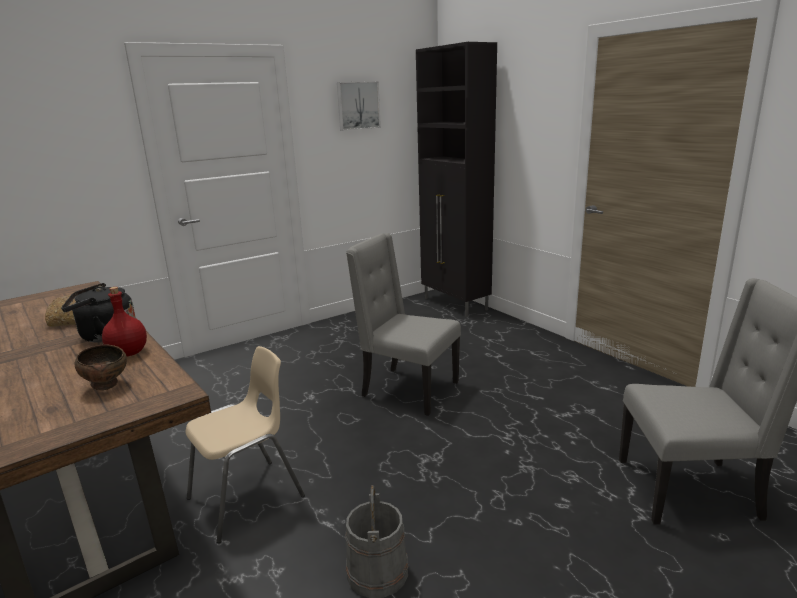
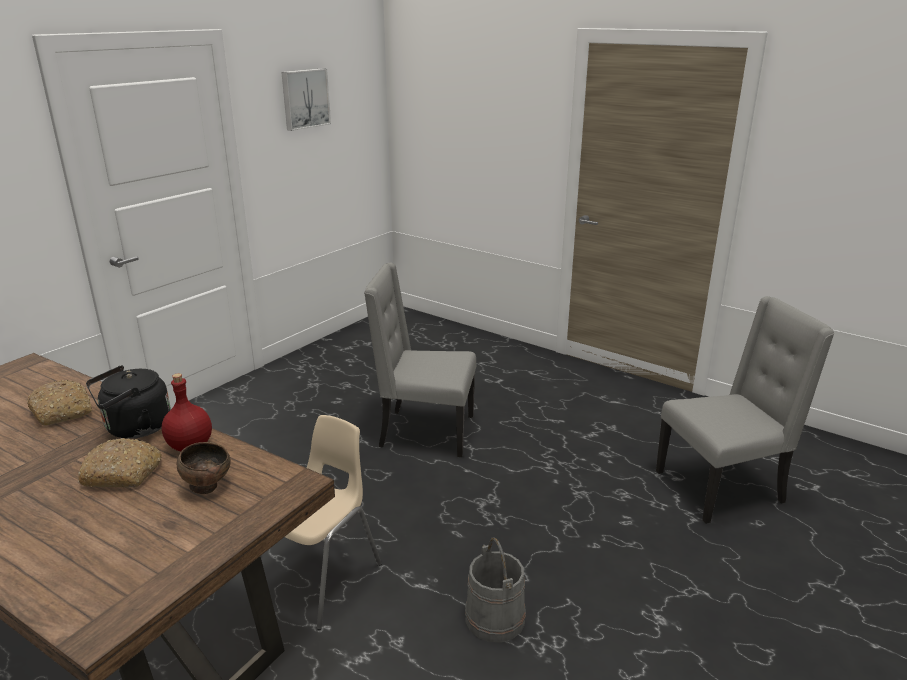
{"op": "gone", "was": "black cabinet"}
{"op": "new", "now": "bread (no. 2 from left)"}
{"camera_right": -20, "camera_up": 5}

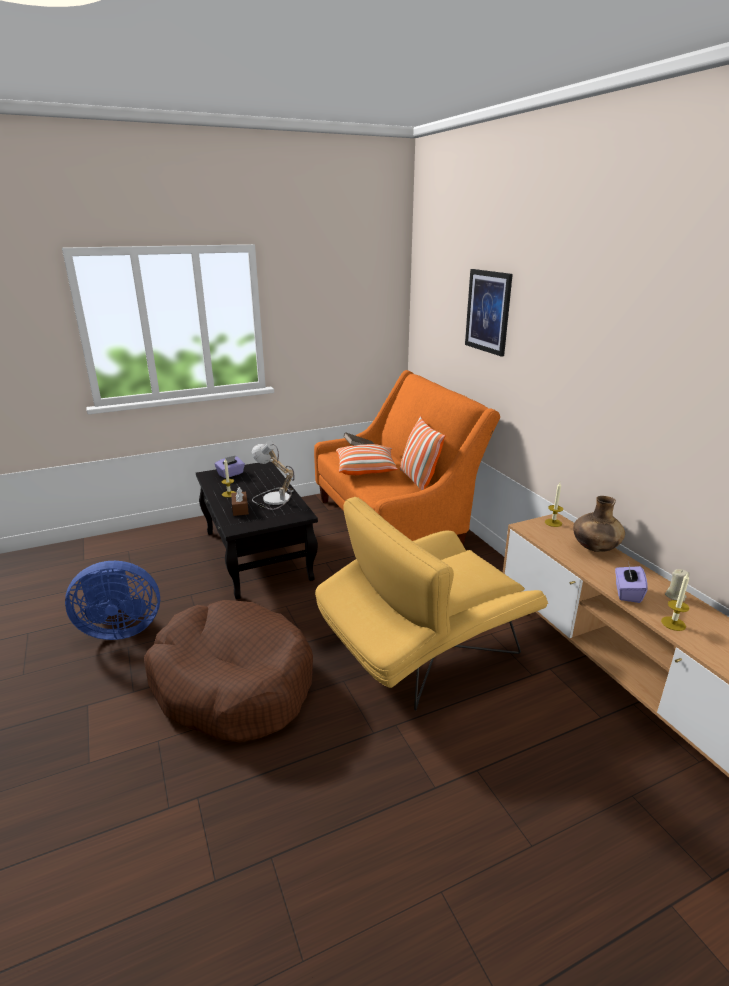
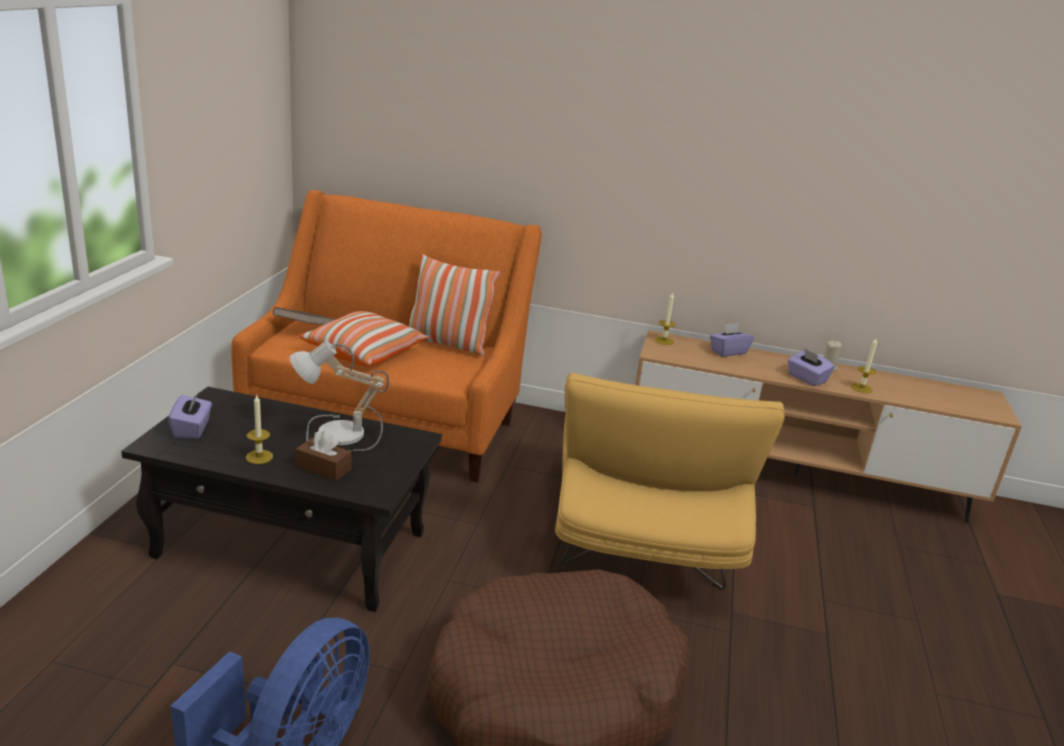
{"op": "gone", "was": "picture"}
{"op": "swapped", "was": "brown vase", "now": "purple tissue box (no. 2 from left)"}
{"camera_right": -55, "camera_up": 0}

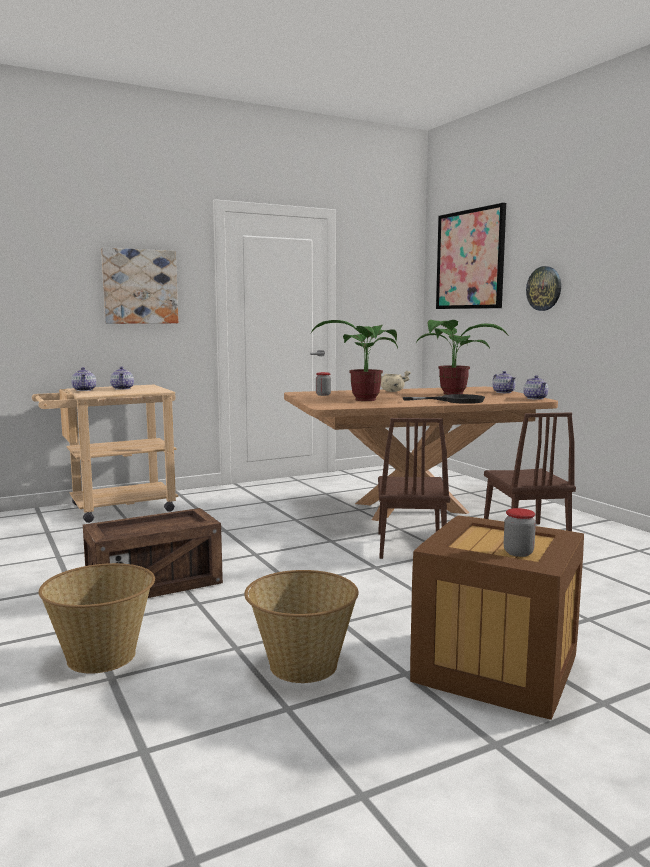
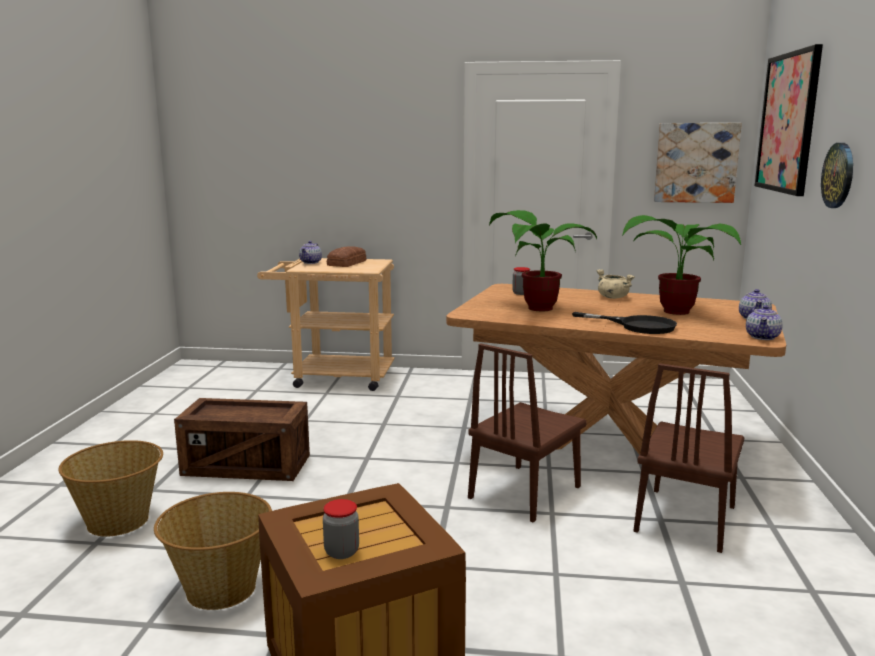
{"op": "shifted", "was": "picture (no. 1 from left)"}
{"op": "swapped", "was": "teapot (no. 2 from left)", "now": "bread"}
{"camera_right": 35, "camera_up": 5}

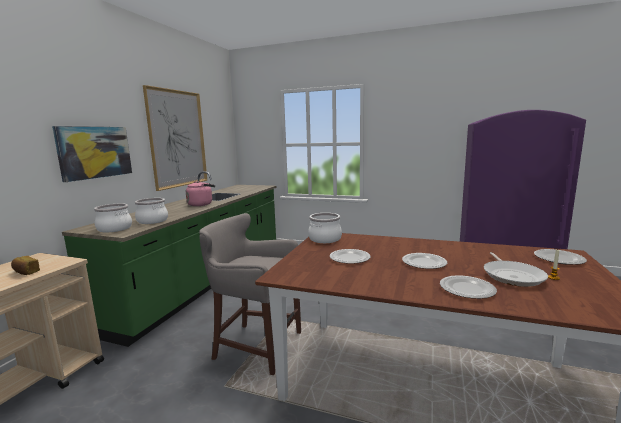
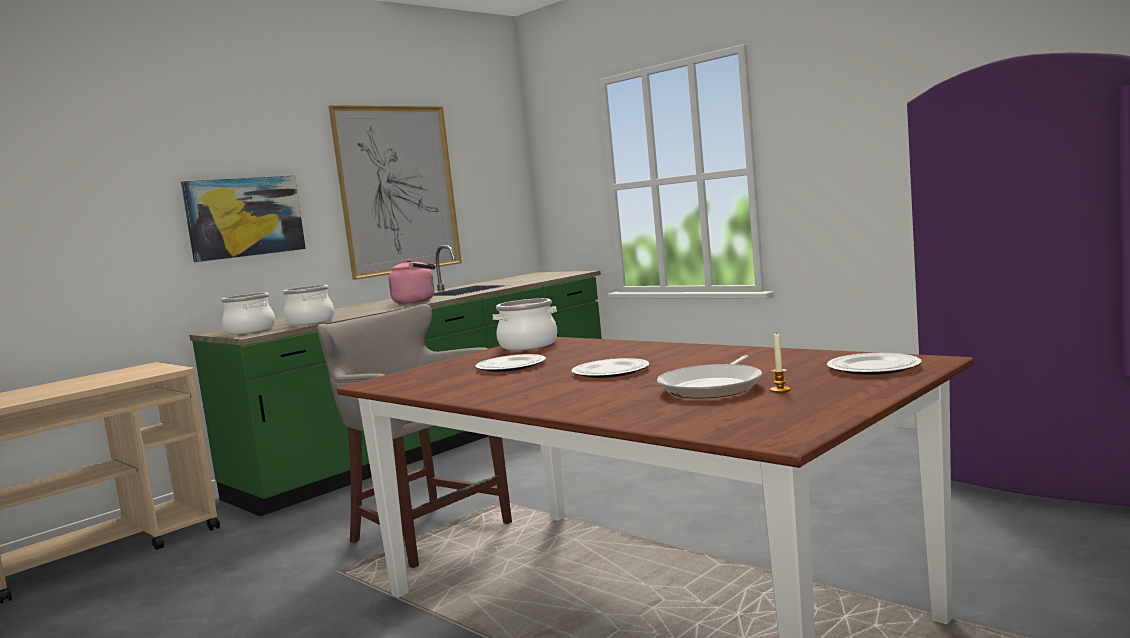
{"op": "gone", "was": "bread"}
{"op": "gone", "was": "plate (no. 3 from left)"}
{"camera_right": 25, "camera_up": -5}

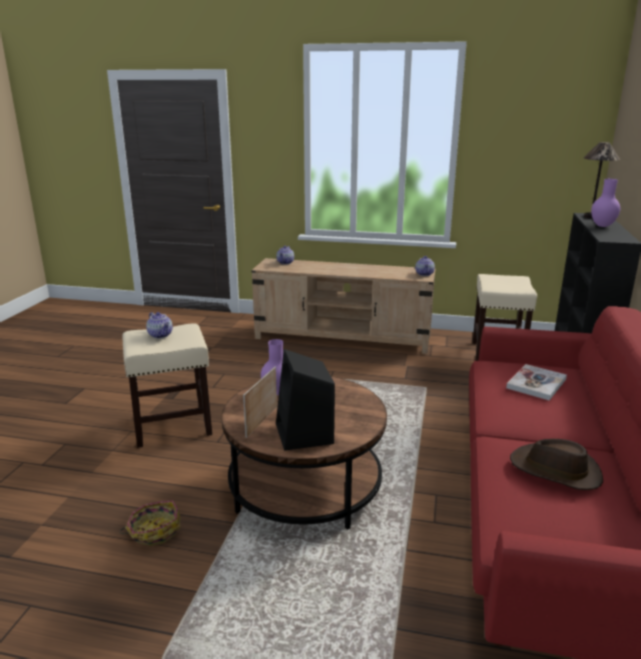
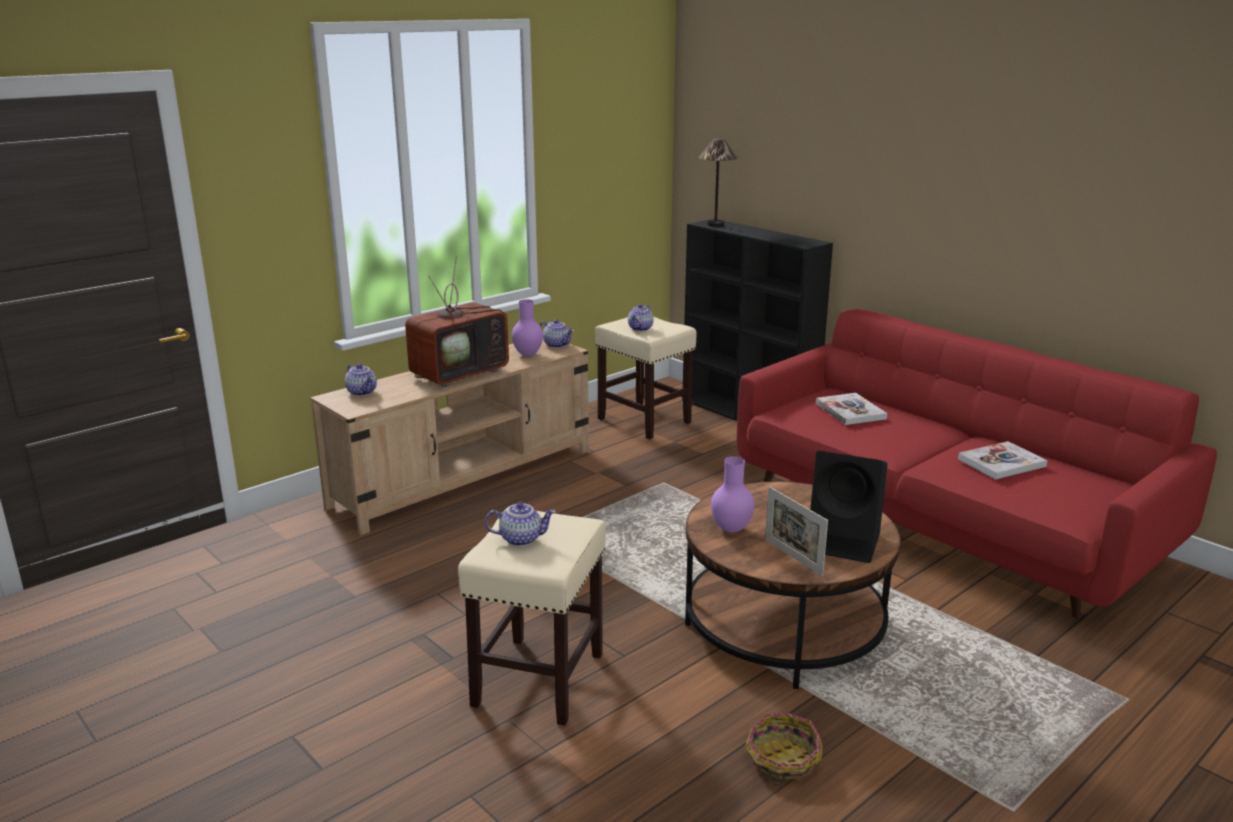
{"op": "shifted", "was": "purple vase (no. 2 from left in the first image)", "now": "purple vase (no. 1 from left)"}
{"op": "swapped", "was": "brown hat", "now": "book (no. 2 from left)"}
{"op": "new", "now": "television"}
{"op": "new", "now": "teapot (no. 4 from left)"}
{"camera_right": -55, "camera_up": 0}

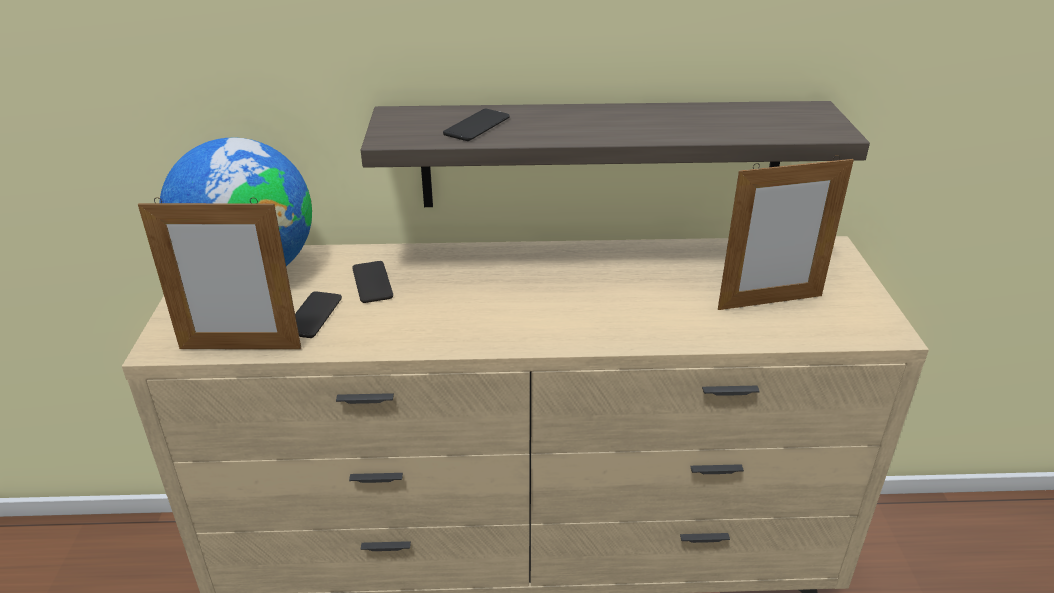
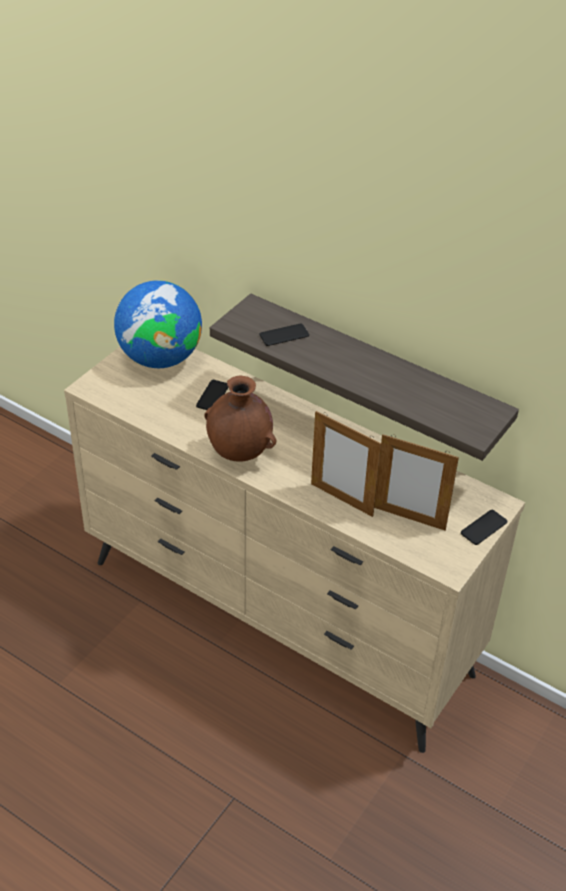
{"op": "shifted", "was": "picture frame (no. 1 from left)"}
{"op": "shifted", "was": "phone (no. 1 from left in the first image)", "now": "phone (no. 3 from left)"}
{"op": "new", "now": "brown vase"}
{"camera_right": 35, "camera_up": 10}

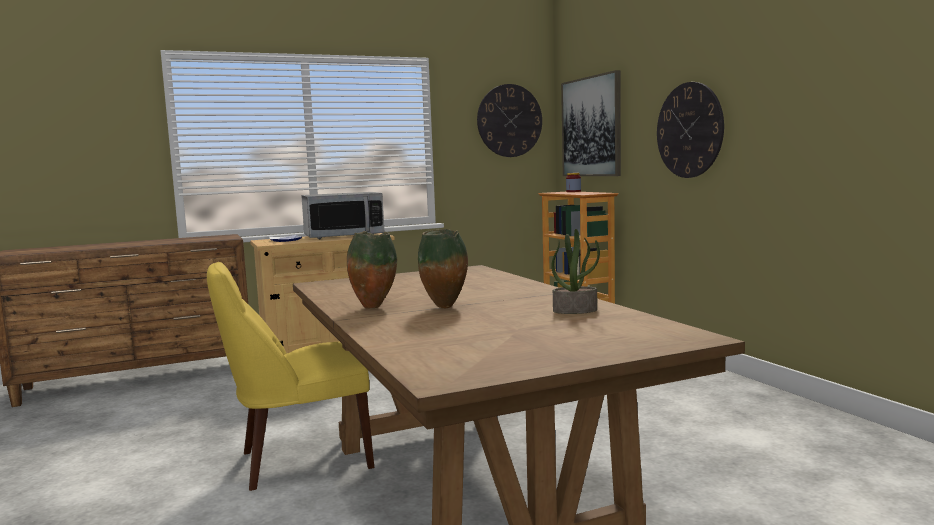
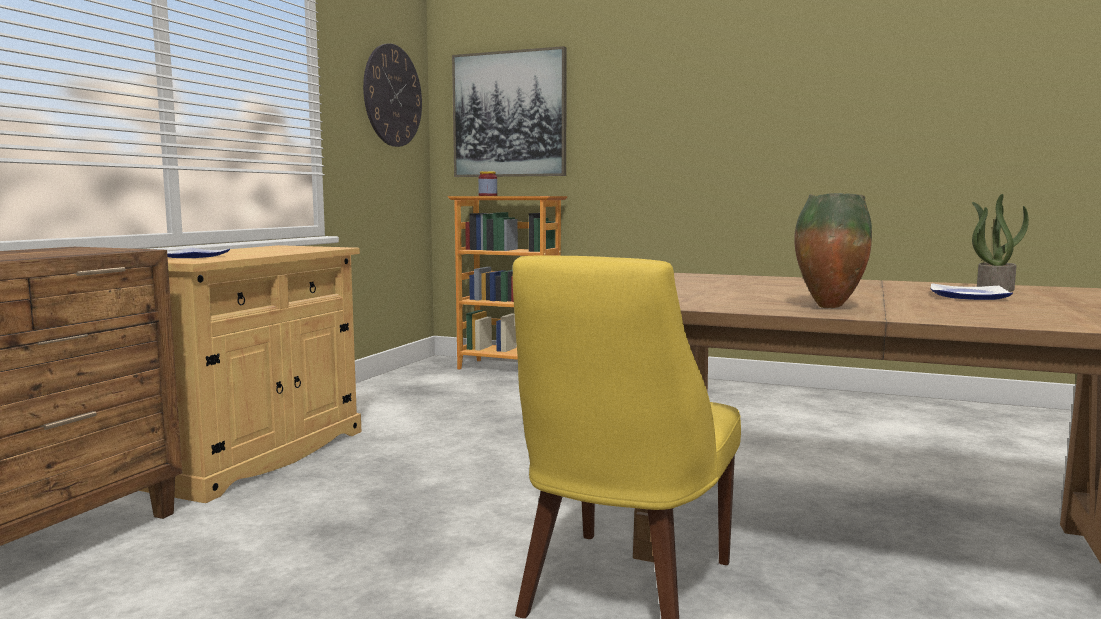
{"op": "gone", "was": "wall clock (no. 2 from left)"}
{"op": "gone", "was": "microwave"}
{"op": "gone", "was": "vase (no. 2 from left)"}
{"op": "new", "now": "plate (no. 2 from left)"}
{"camera_right": -45, "camera_up": 0}

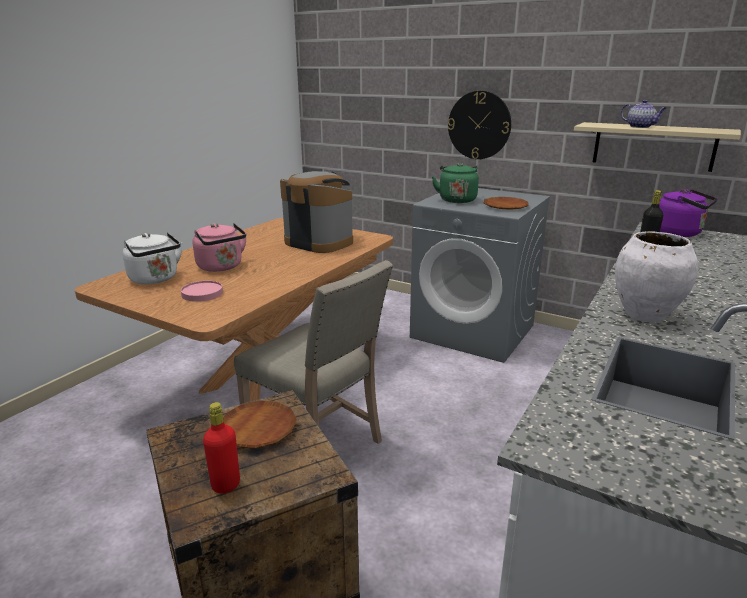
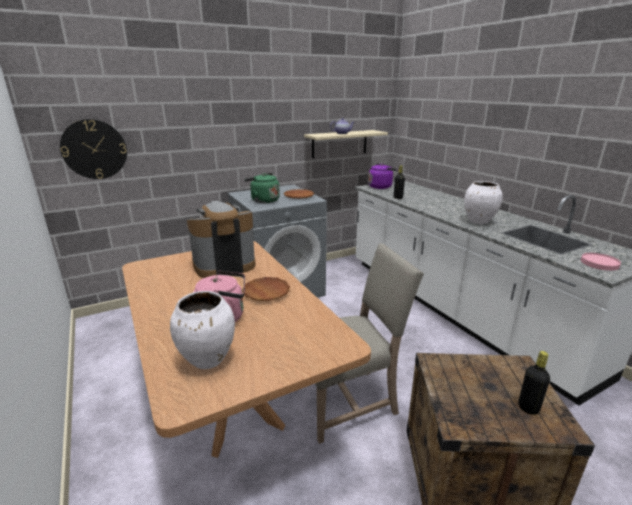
{"op": "shifted", "was": "wall clock"}
{"op": "swapped", "was": "white kettle", "now": "white vase (no. 1 from left)"}
{"op": "shifted", "was": "pink plate"}
{"op": "shifted", "was": "brown plate (no. 1 from left)"}
{"op": "repainted", "was": "red bottle", "now": "black bottle (no. 2 from left)"}
{"camera_right": -60, "camera_up": 0}

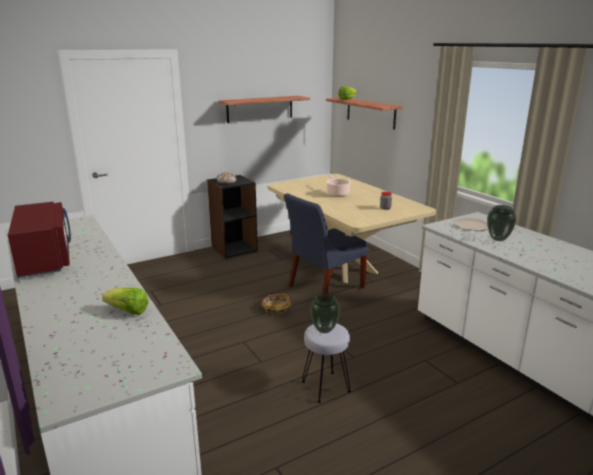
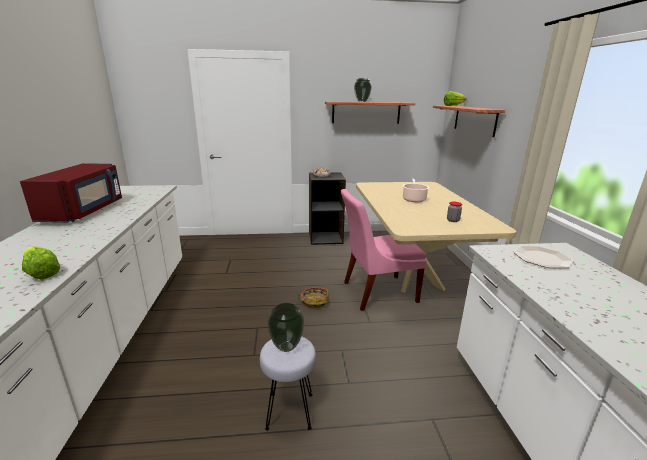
{"op": "repainted", "was": "blue chair", "now": "pink chair"}
{"op": "shifted", "was": "vase (no. 2 from left)"}
{"camera_right": 25, "camera_up": 0}

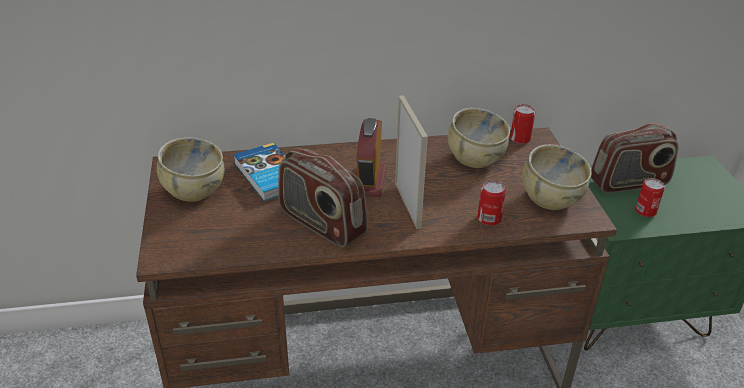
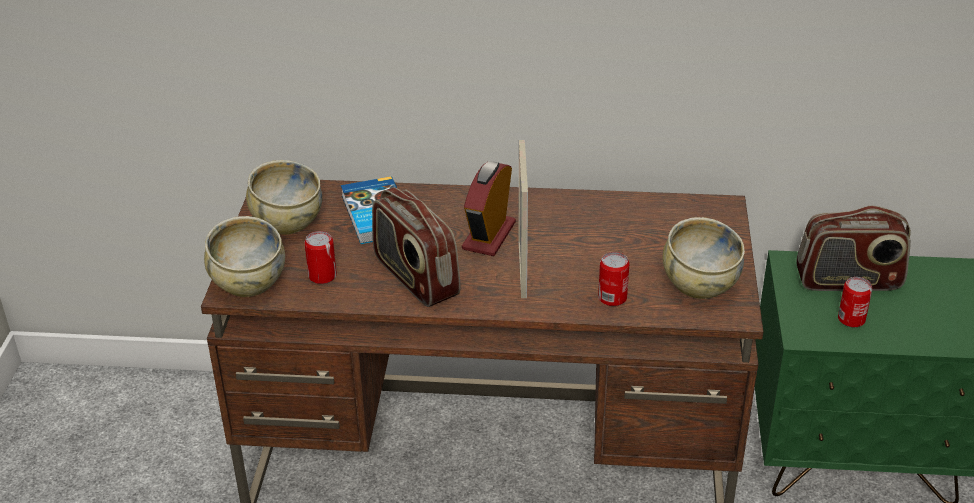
{"op": "shifted", "was": "can (no. 2 from left in the first image)", "now": "can (no. 1 from left)"}
{"op": "shifted", "was": "beige bowl (no. 2 from left in the first image)", "now": "beige bowl (no. 1 from left)"}
{"camera_right": 15, "camera_up": 0}

